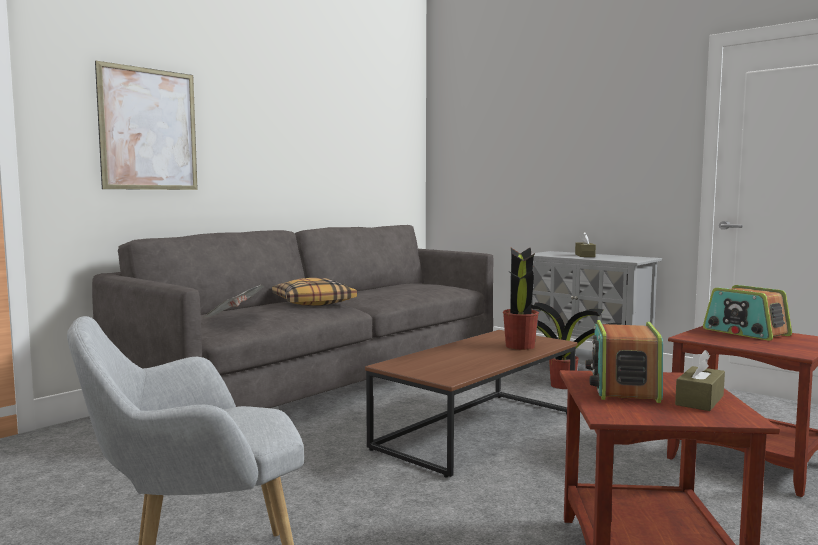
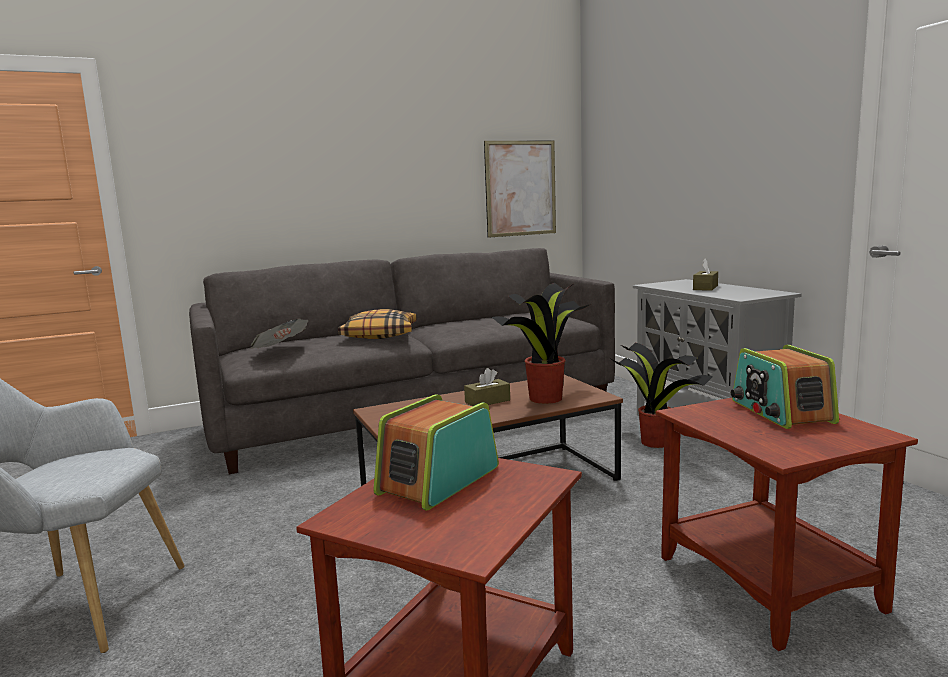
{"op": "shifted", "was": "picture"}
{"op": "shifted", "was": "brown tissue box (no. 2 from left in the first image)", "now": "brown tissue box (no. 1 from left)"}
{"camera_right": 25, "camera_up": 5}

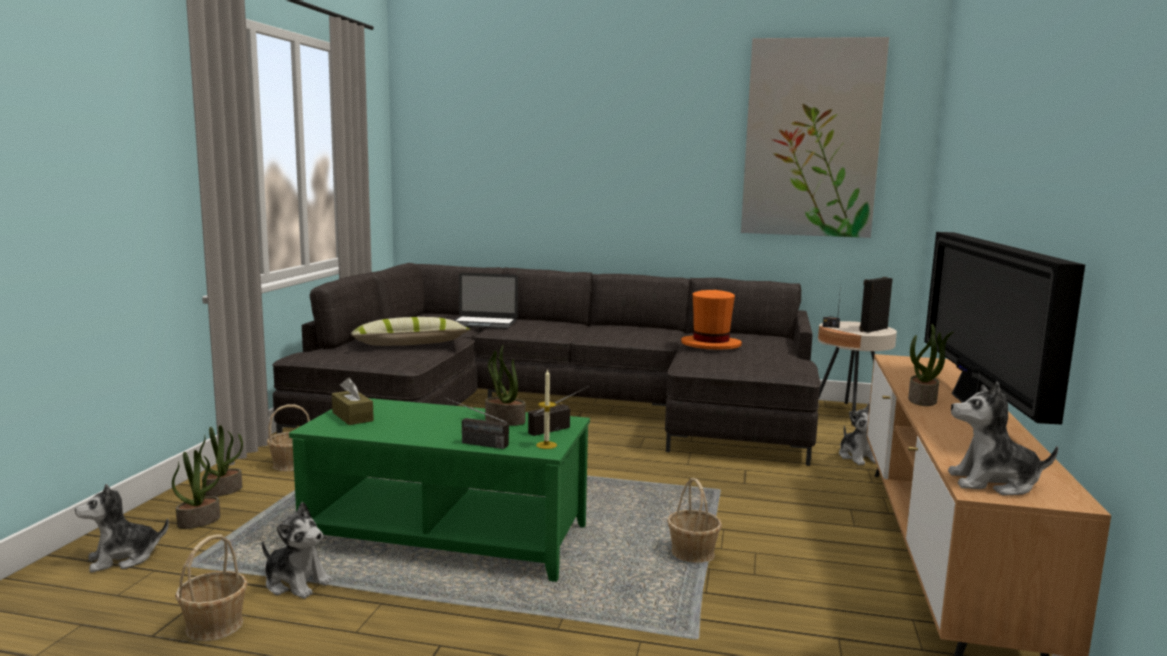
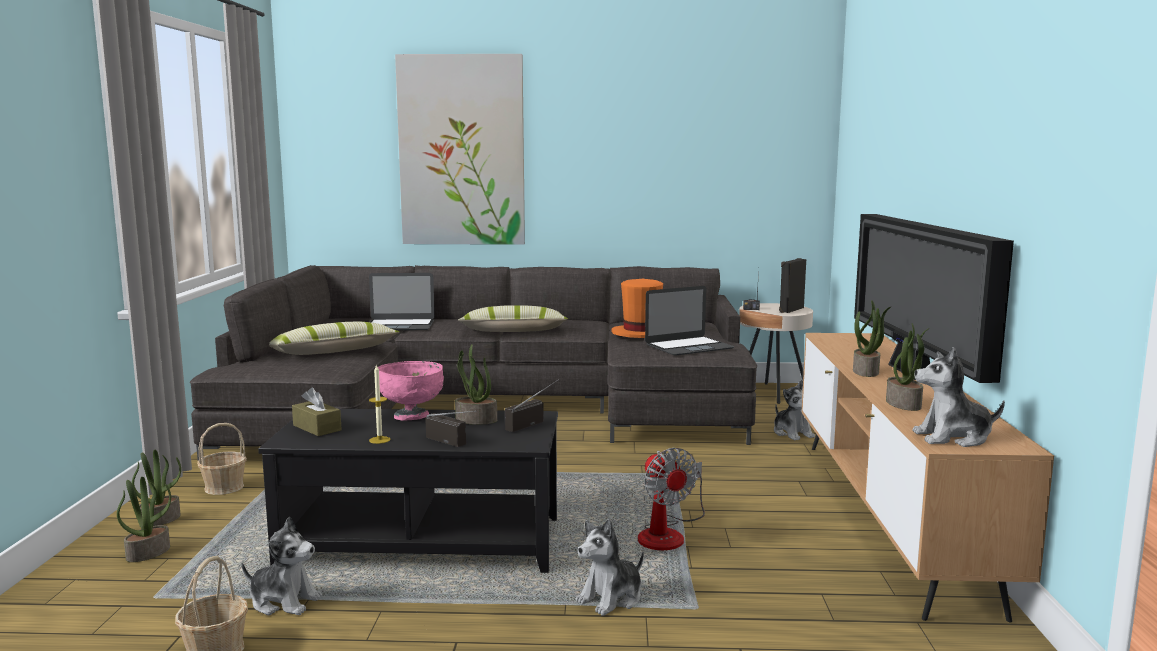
{"op": "shifted", "was": "picture"}
{"op": "shifted", "was": "candle"}
{"op": "rotated", "was": "radio (no. 1 from left)", "clockwise": -150}
{"op": "repainted", "was": "green coffee table", "now": "black coffee table"}
{"op": "swapped", "was": "basket (no. 3 from left)", "now": "fan"}
{"op": "shifted", "was": "plush toy (no. 1 from left in the first image)", "now": "plush toy (no. 2 from left)"}
{"op": "new", "now": "laptop (no. 2 from left)"}
{"op": "new", "now": "pillow (no. 2 from left)"}
{"op": "new", "now": "potted plant (no. 5 from left)"}
{"op": "new", "now": "pink bowl"}
{"camera_right": -10, "camera_up": 0}

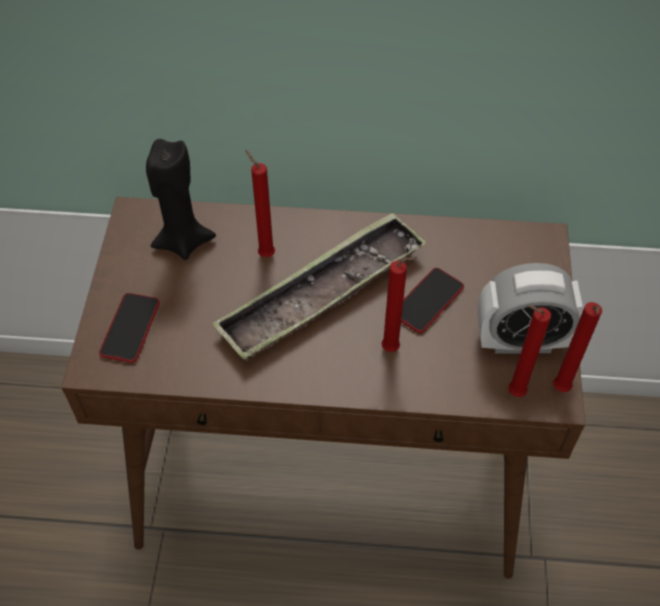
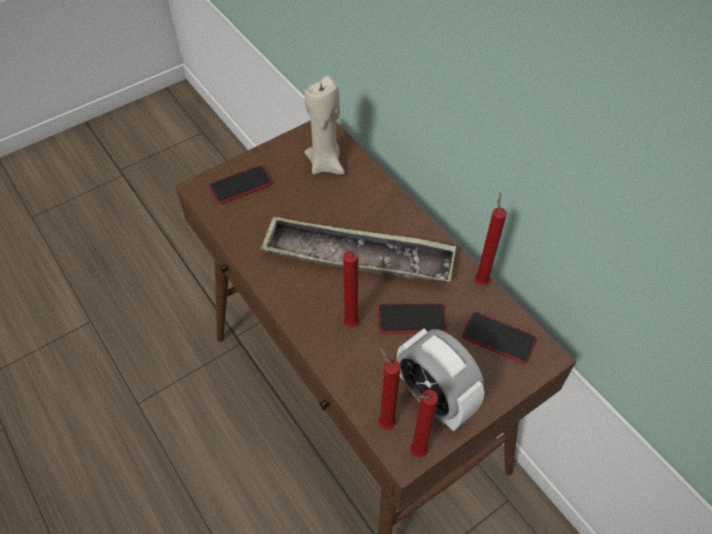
{"op": "repainted", "was": "black candle", "now": "beige candle"}
{"op": "shifted", "was": "red candle (no. 1 from left in the first image)", "now": "red candle (no. 4 from left)"}
{"op": "new", "now": "phone (no. 3 from left)"}
{"camera_right": 50, "camera_up": 0}

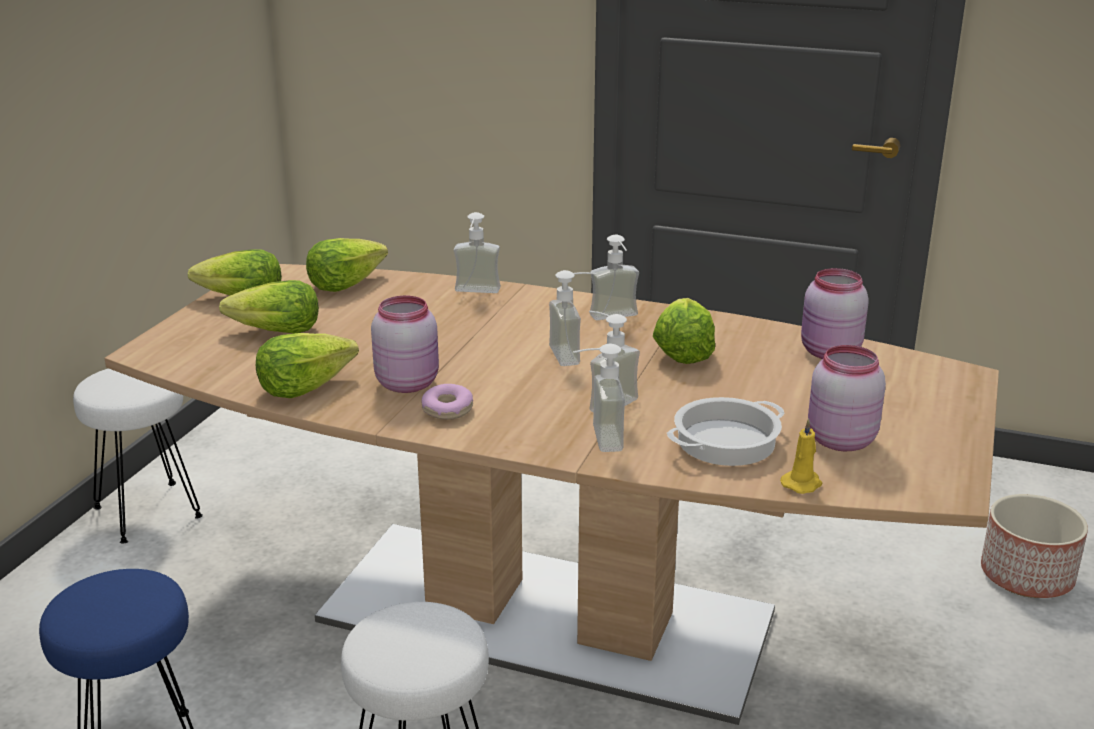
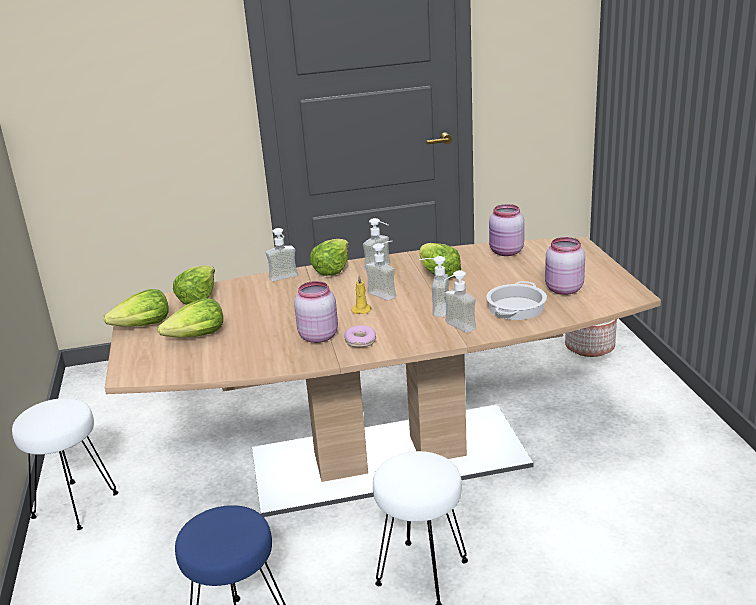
{"op": "shifted", "was": "lettuce (no. 3 from left in the first image)", "now": "lettuce (no. 4 from left)"}
{"op": "shifted", "was": "yellow candle"}
{"camera_right": -30, "camera_up": 0}

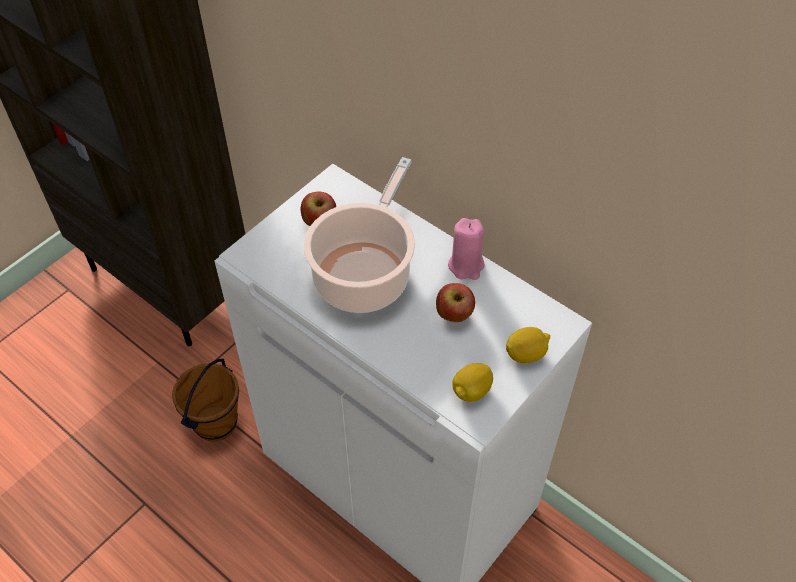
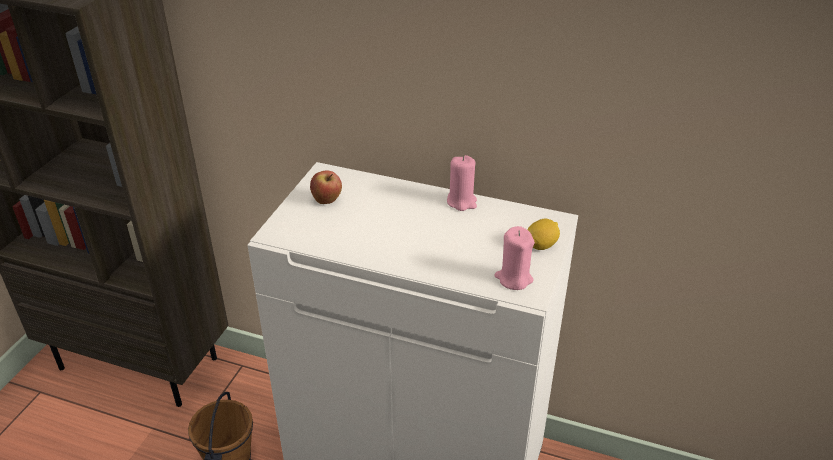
{"op": "gone", "was": "cooking pot"}
{"op": "gone", "was": "apple (no. 2 from left)"}
{"op": "swapped", "was": "lemon (no. 1 from left)", "now": "pink candle (no. 2 from left)"}
{"camera_right": -20, "camera_up": -15}

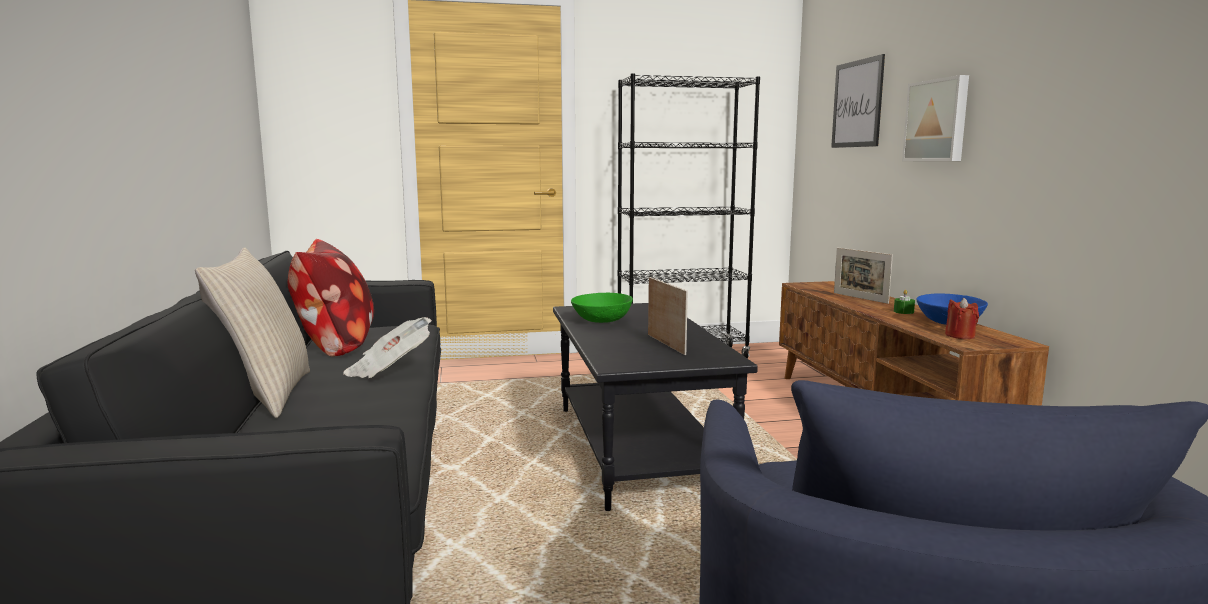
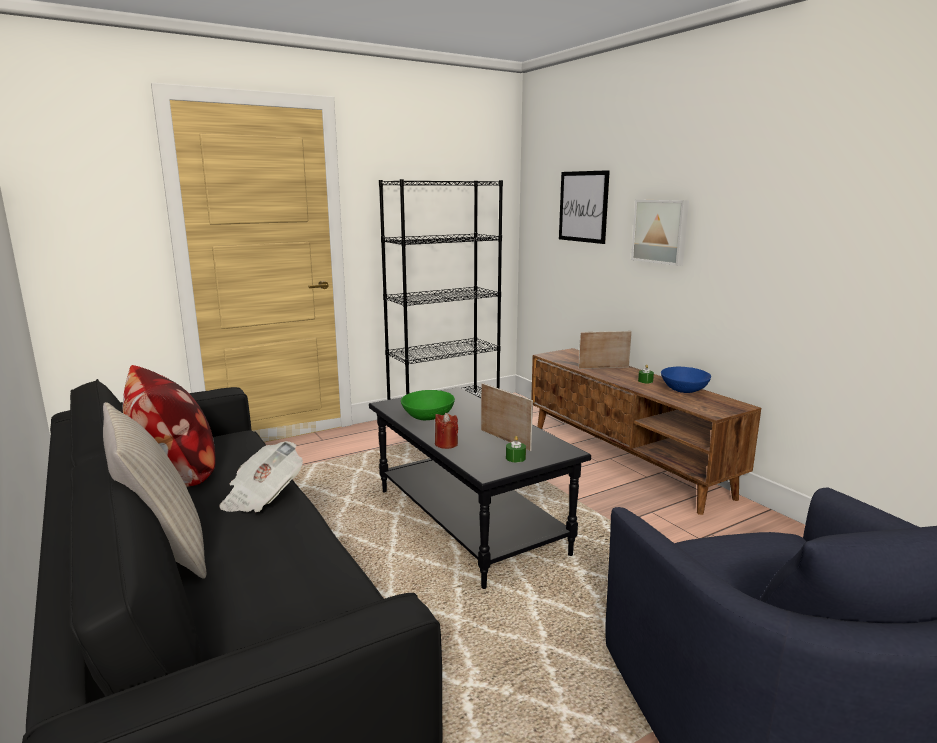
{"op": "rotated", "was": "picture frame (no. 2 from left)", "clockwise": 135}
{"op": "shifted", "was": "red candle"}
{"op": "new", "now": "green candle (no. 1 from left)"}
{"camera_right": -20, "camera_up": 5}

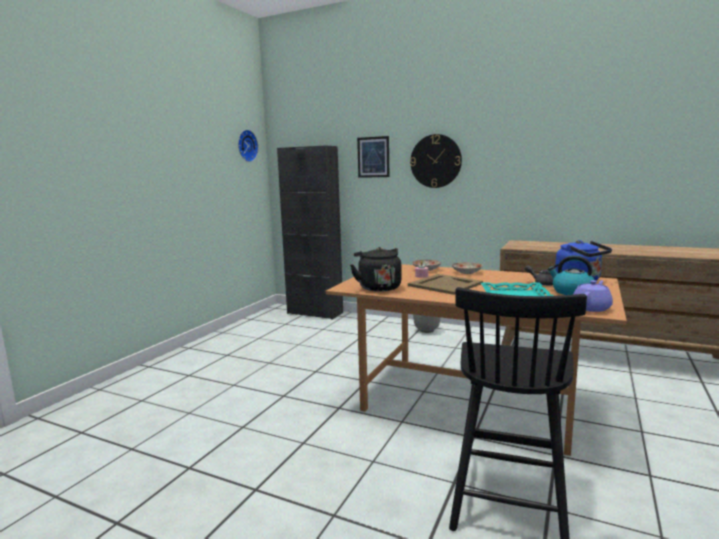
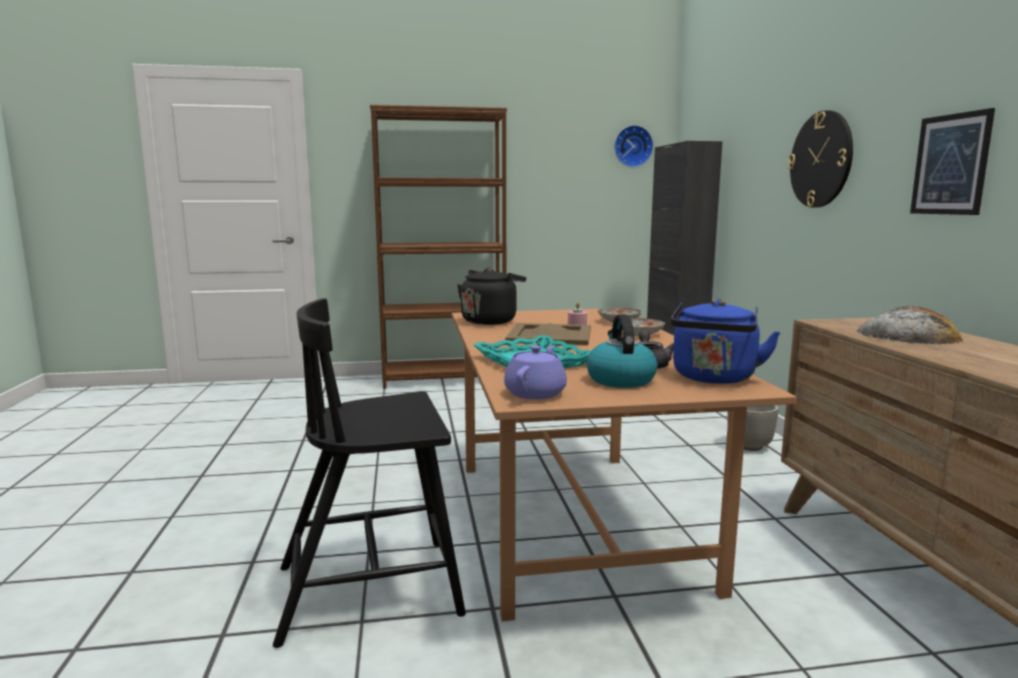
{"op": "shifted", "was": "picture"}
{"op": "rotated", "was": "purple teapot", "clockwise": -75}
{"op": "new", "now": "brown bookcase"}
{"op": "new", "now": "bread"}
{"camera_right": 55, "camera_up": 0}

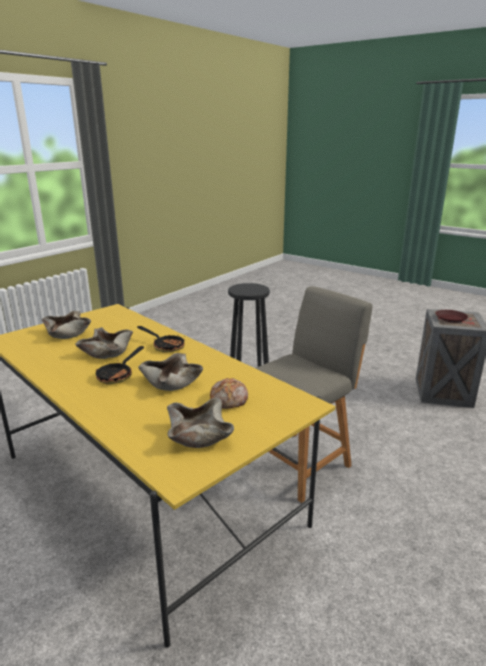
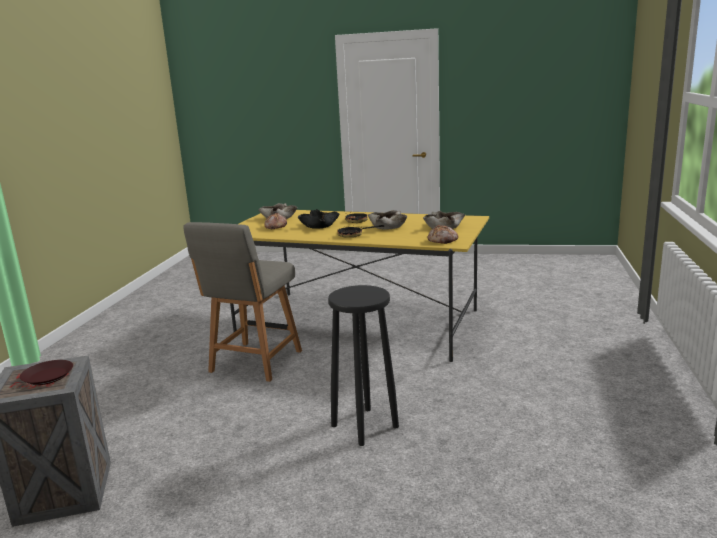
{"op": "repainted", "was": "beige bowl (no. 3 from left)", "now": "black bowl"}
{"op": "new", "now": "bread (no. 2 from left)"}
{"camera_right": 155, "camera_up": -5}

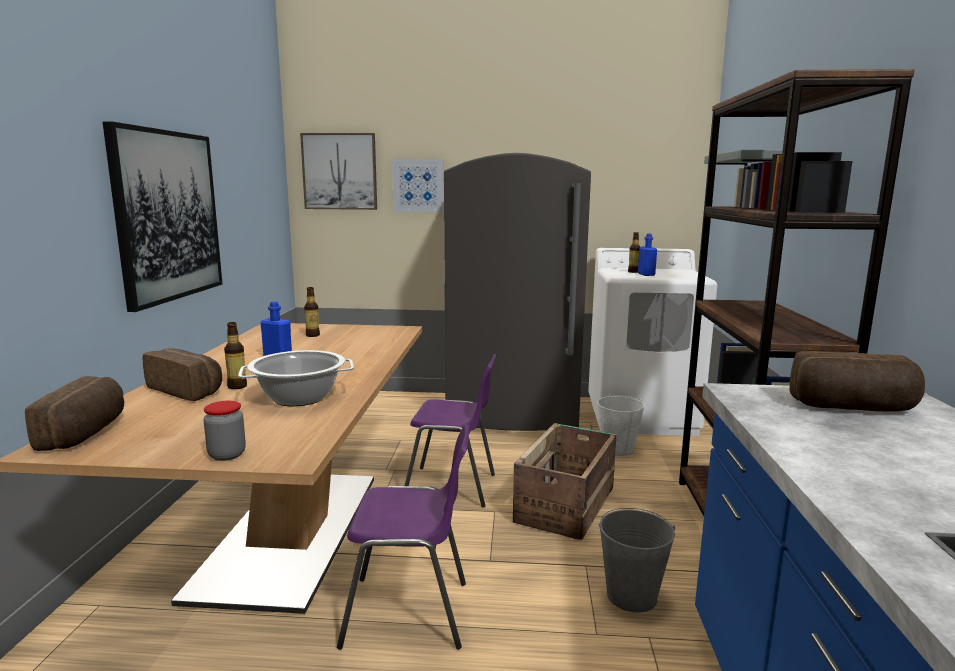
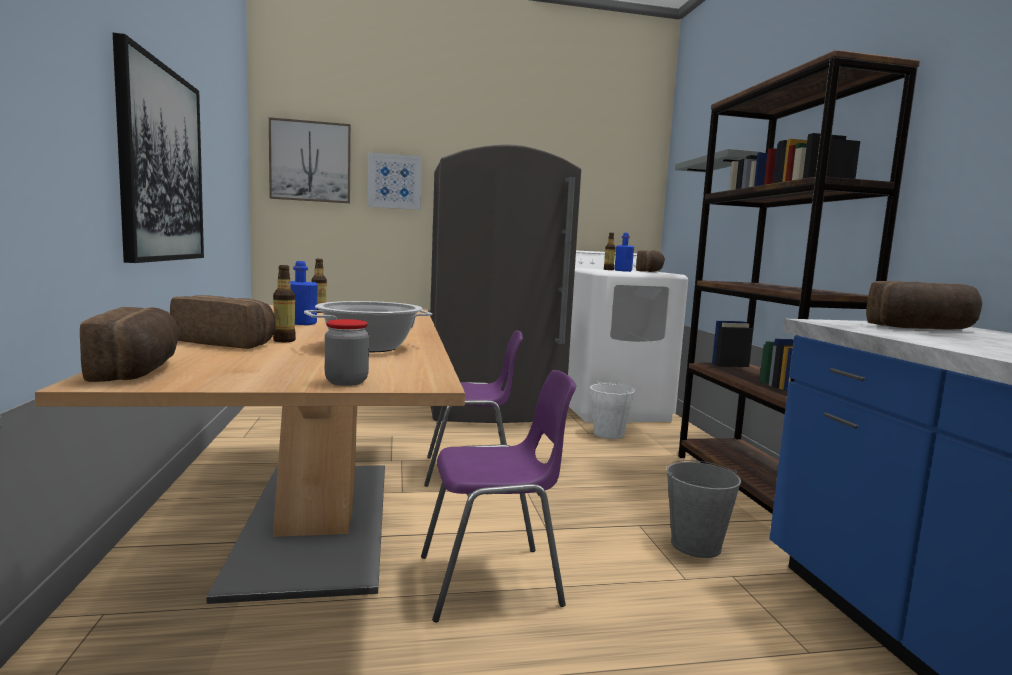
{"op": "gone", "was": "crate"}
{"op": "new", "now": "bread (no. 3 from left)"}
{"camera_right": -15, "camera_up": -5}

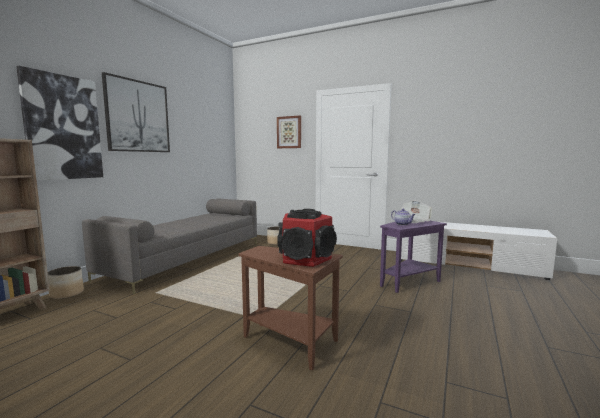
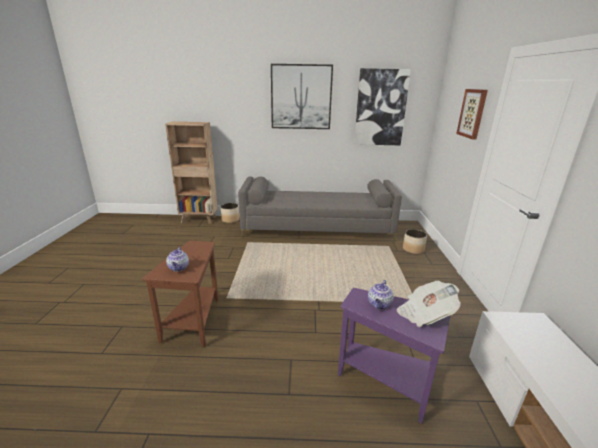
{"op": "shifted", "was": "picture (no. 1 from left in the first image)", "now": "picture (no. 2 from left)"}
{"op": "swapped", "was": "speaker", "now": "teapot (no. 1 from left)"}
{"camera_right": 65, "camera_up": 15}

